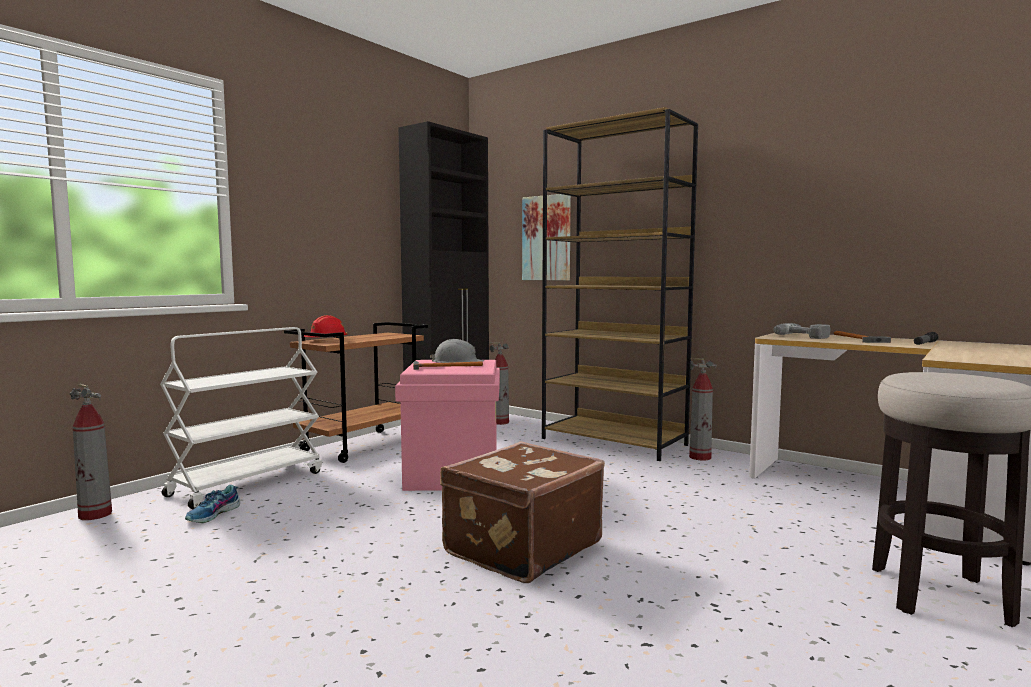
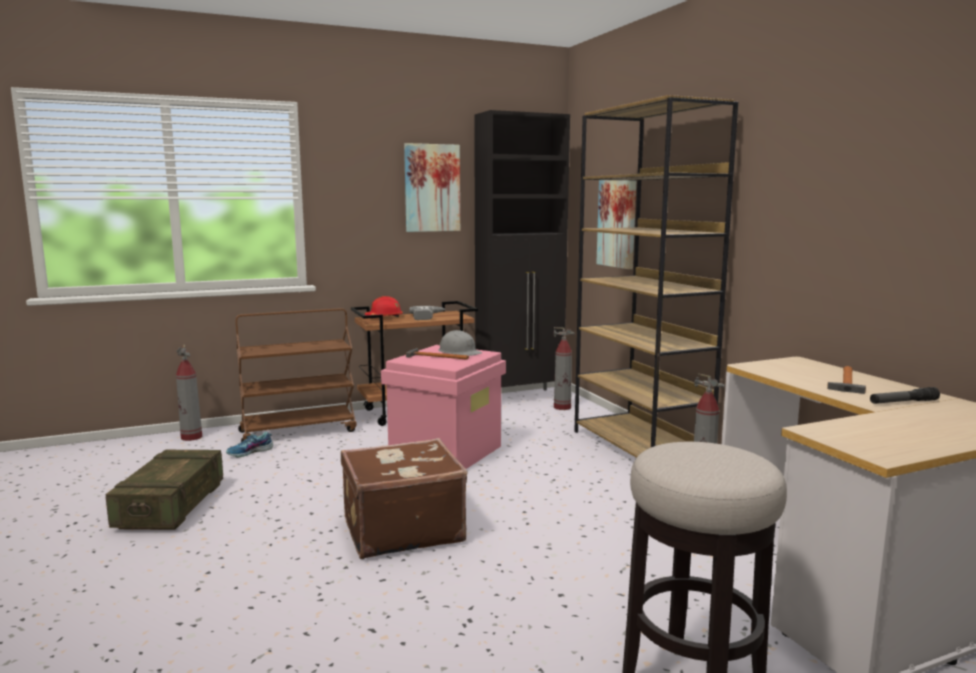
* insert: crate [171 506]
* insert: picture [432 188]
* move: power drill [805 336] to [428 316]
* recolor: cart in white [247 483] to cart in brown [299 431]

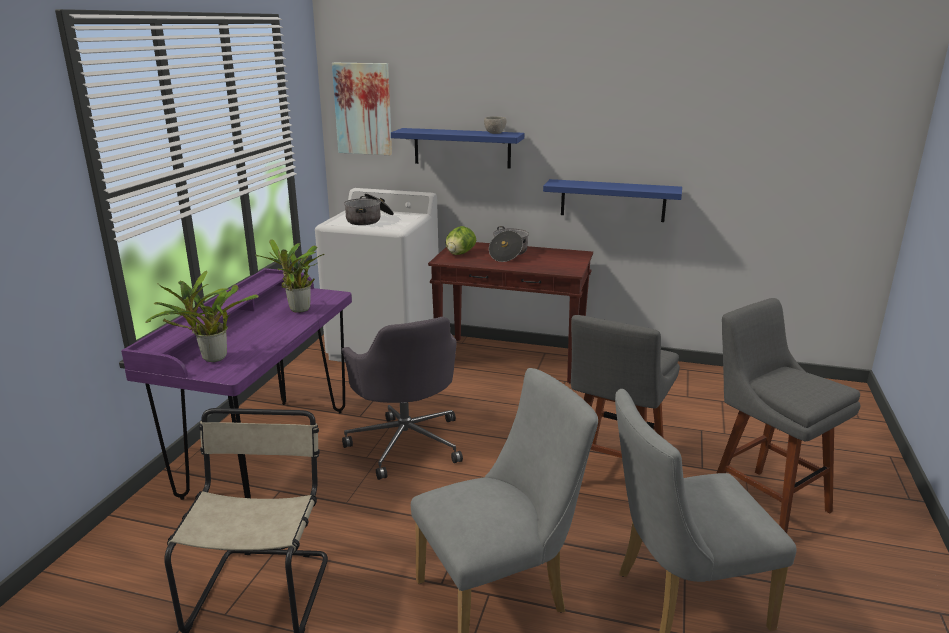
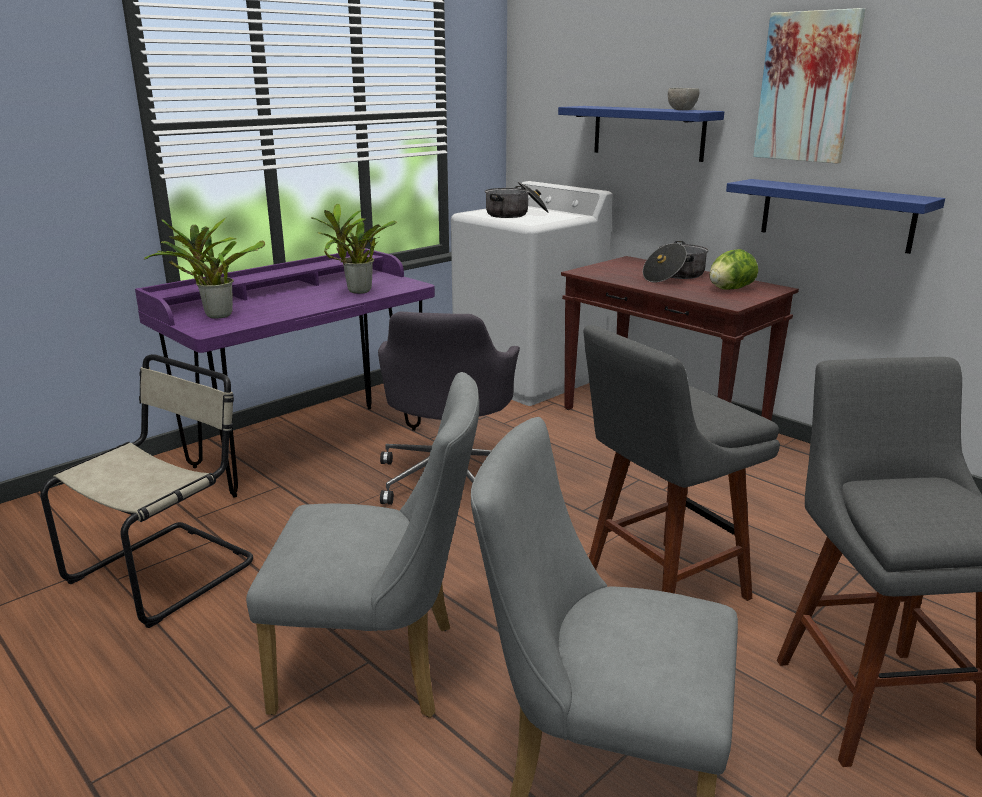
* move: picture [363 109] to [807 87]
* move: lettuce [460 254] to [730 289]

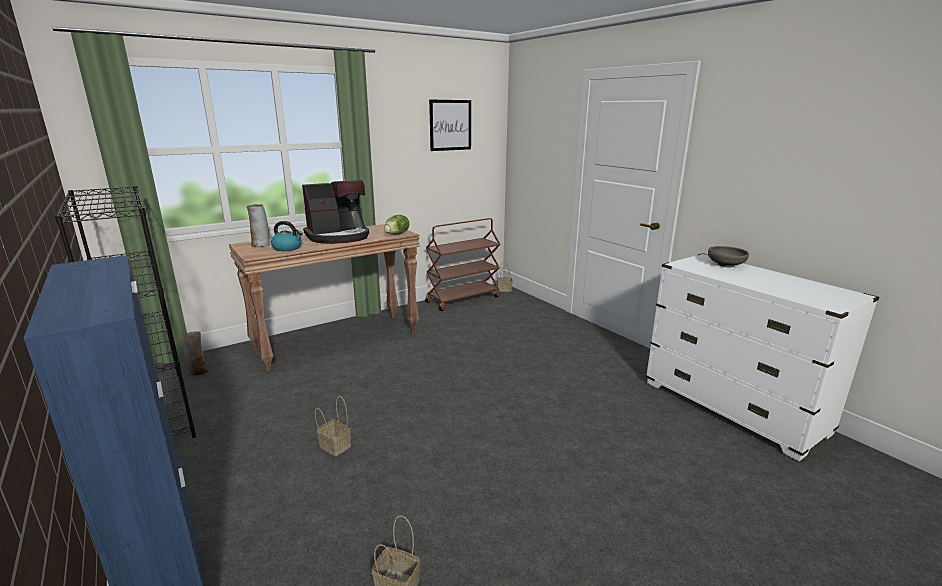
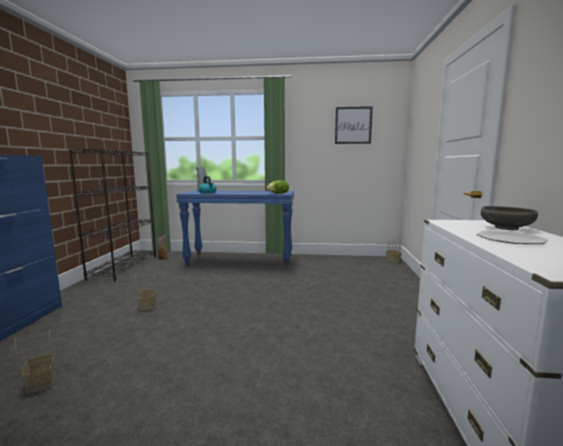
* delete: coffee machine [338 237]
* delete: cart in brown [463 299]
* insert: plate [510 239]
* recolor: console table in brown [338 340] to console table in blue [240 261]

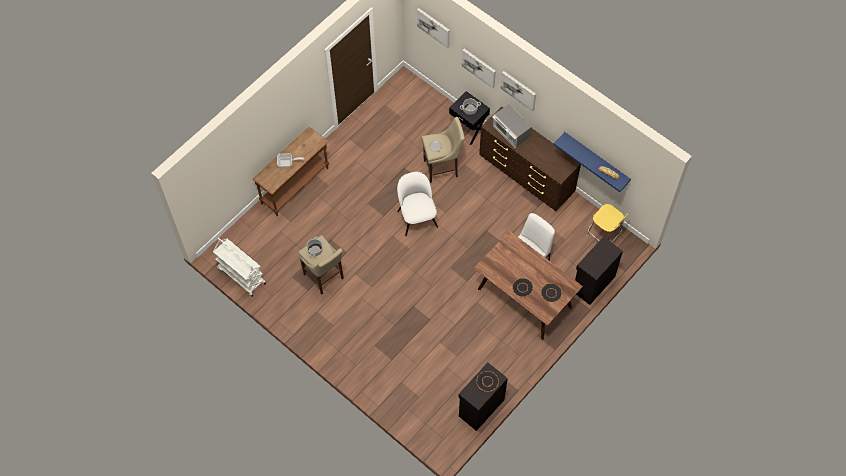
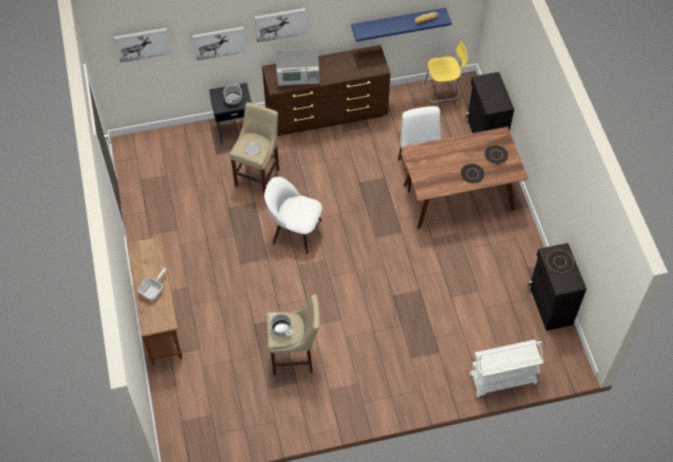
* move: cart in white [241 276] to [502 380]

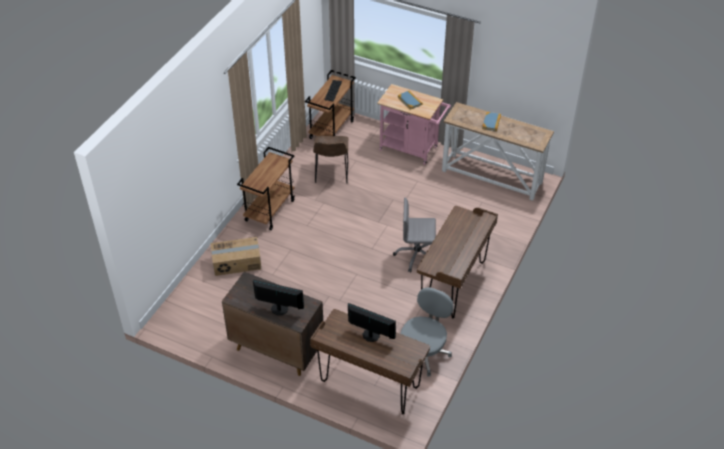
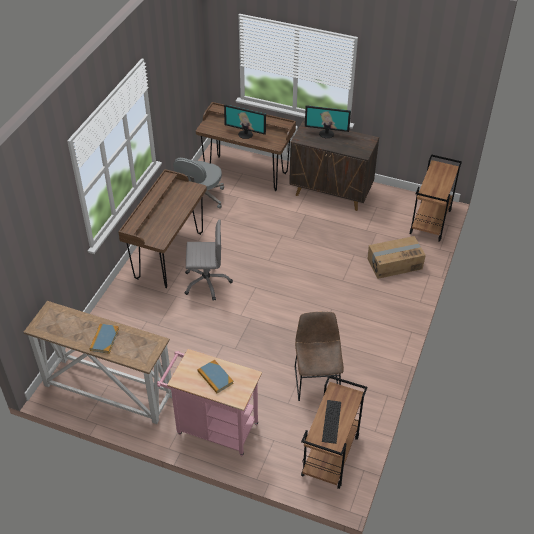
* move: cart in brown [269 210] to [430 222]

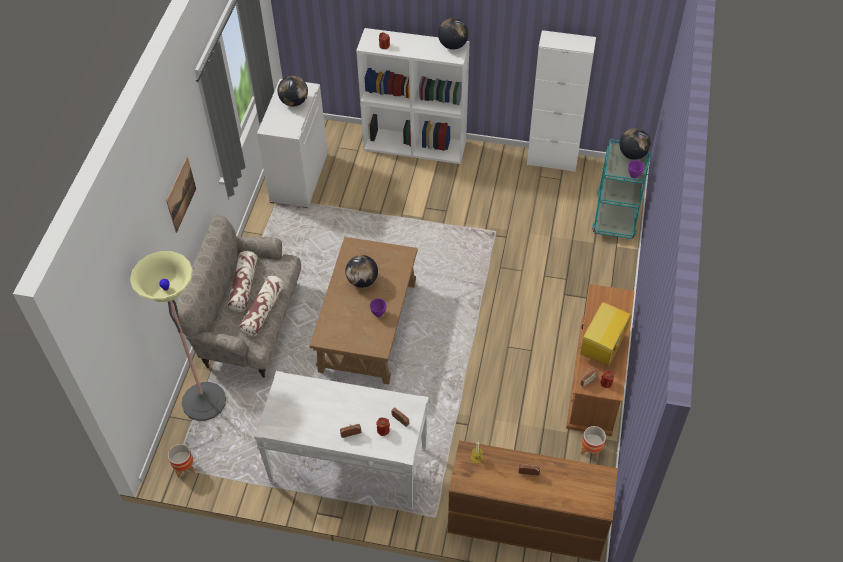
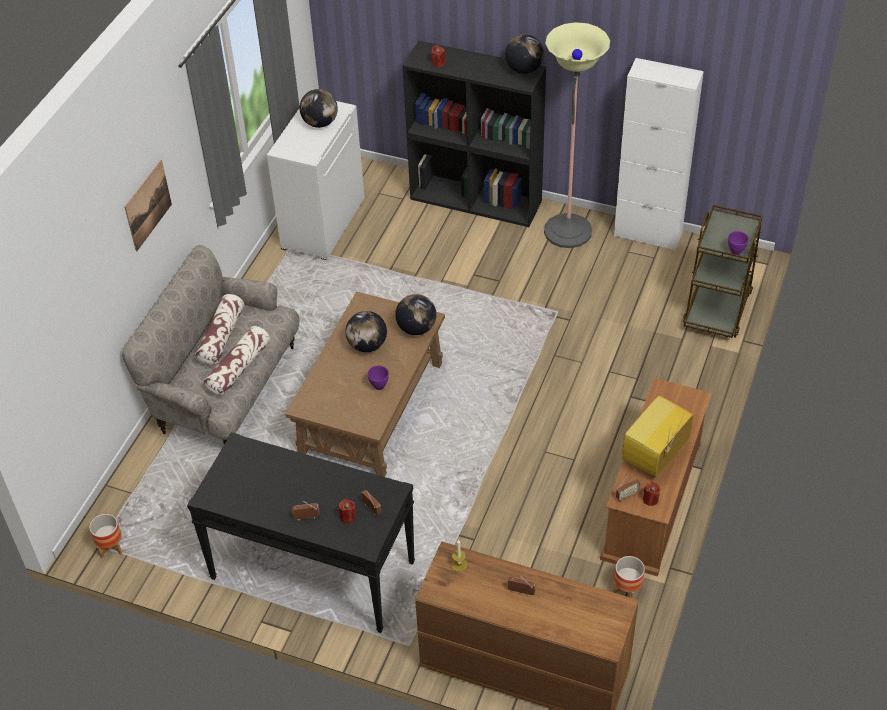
* move: floor lamp [204 402] to [568 231]
* move: globe [632 154] to [416 328]
* recolor: console table in white [348 466] to console table in black [312 571]
* recolor: bookcase in white [416 145] to bookcase in black [477 200]
* recolor: cart in turquoise [615 215] to cart in brown [717 308]

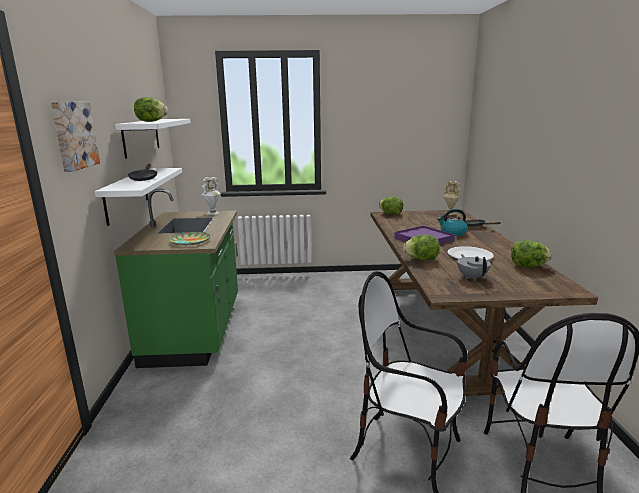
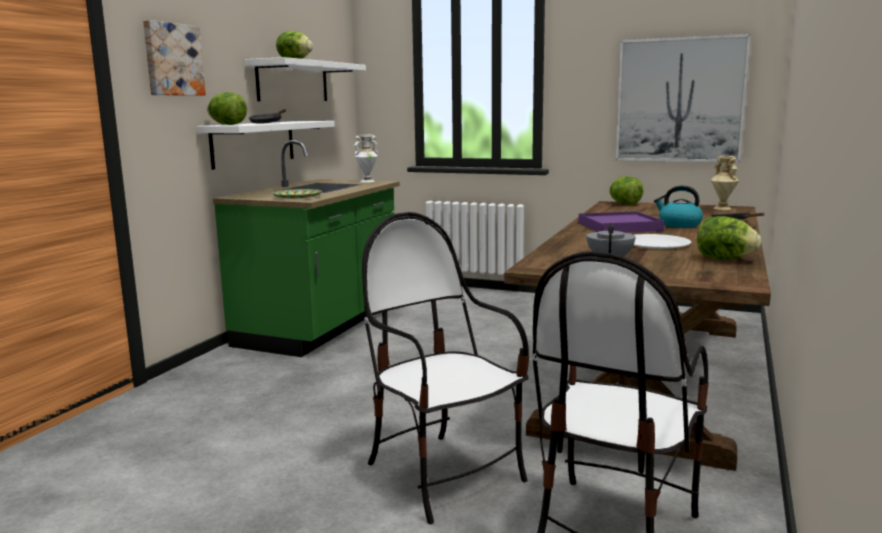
* insert: picture [680 100]
* move: lettuce [421 259] to [227 125]

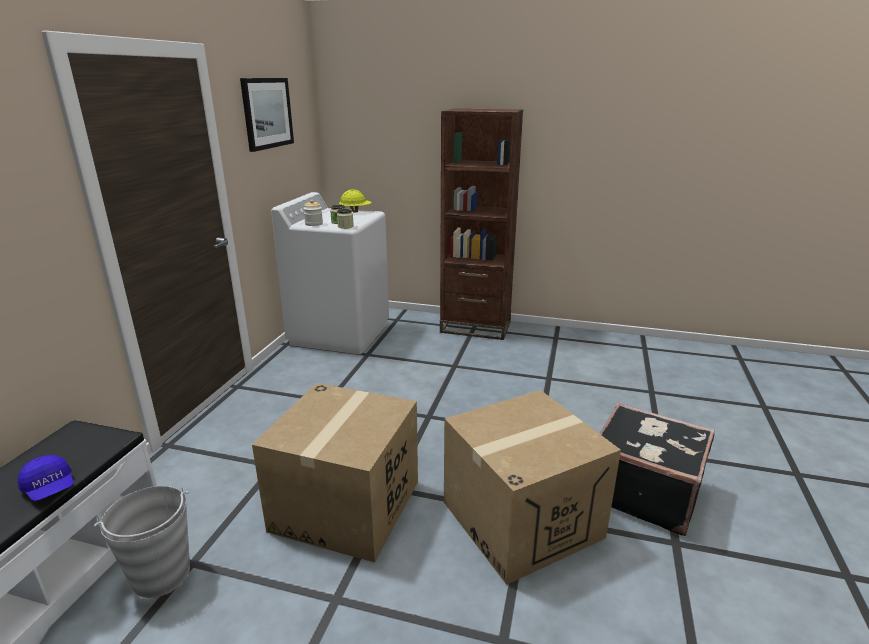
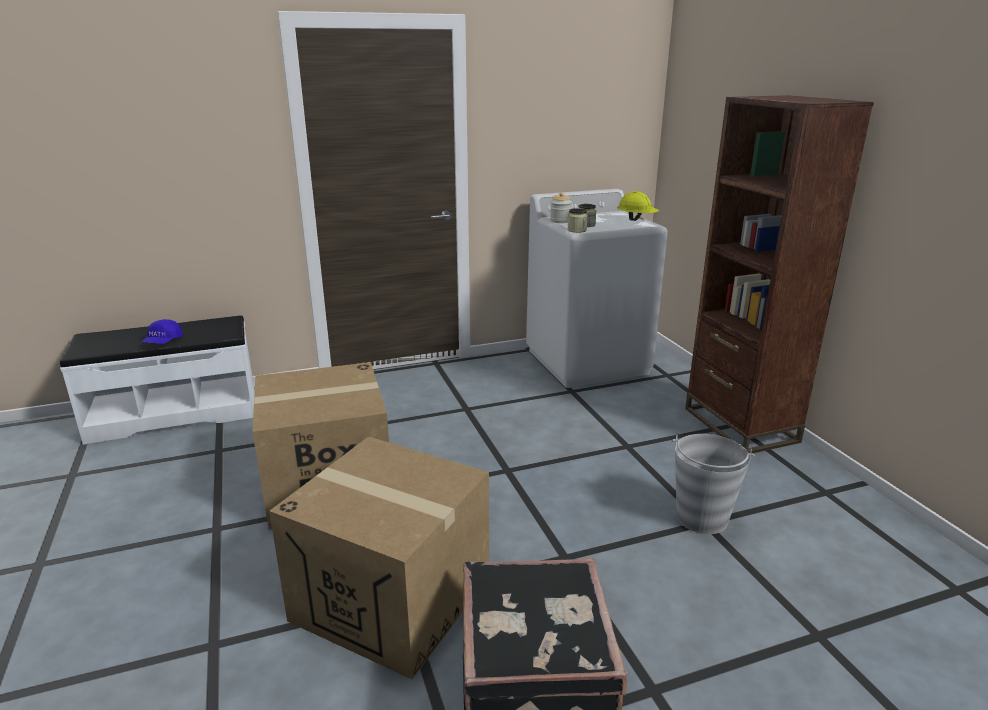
* delete: picture [267 113]
* move: bucket in grey [161 576] to [701 518]

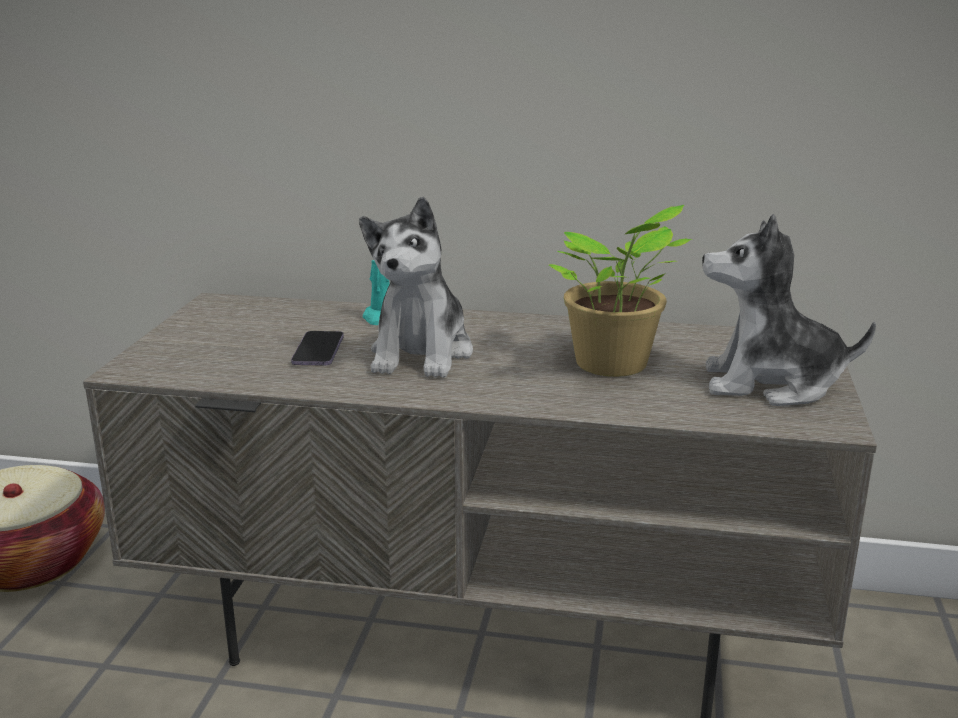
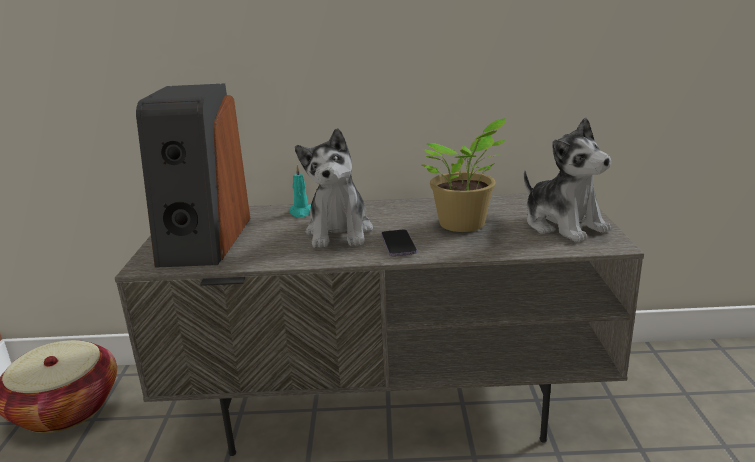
* insert: speaker [204 240]
* move: phone [318 351] to [398 244]
* rotate: plush toy [770 384] = [563 225] 120 degrees counterclockwise

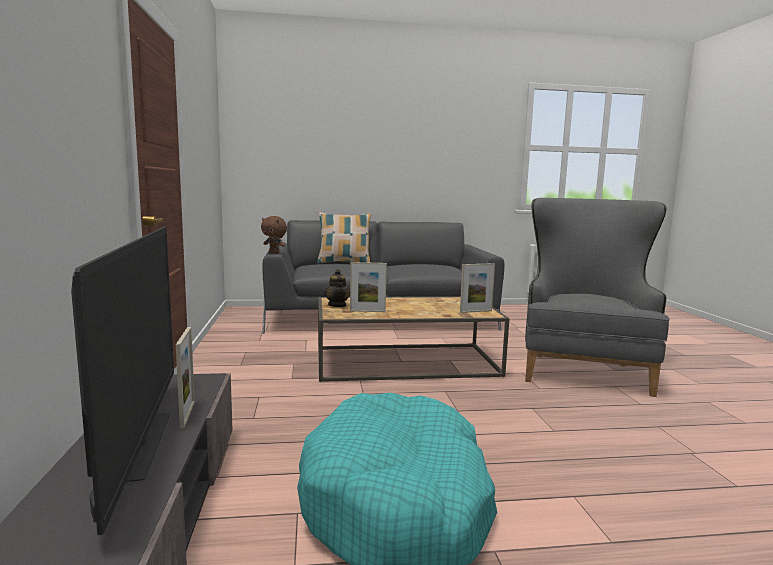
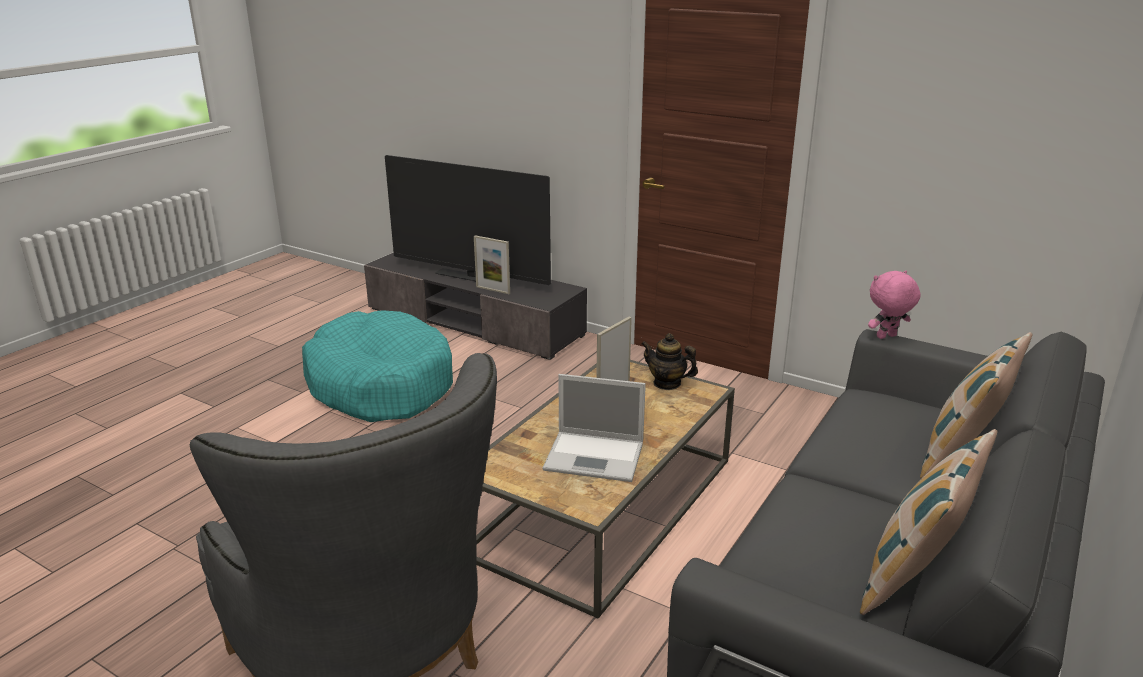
* delete: picture frame [476 311]
* insert: laptop [596 456]
* insert: pillow [913 581]
* recolor: plush toy in brown [274 253] to plush toy in pink [887 337]

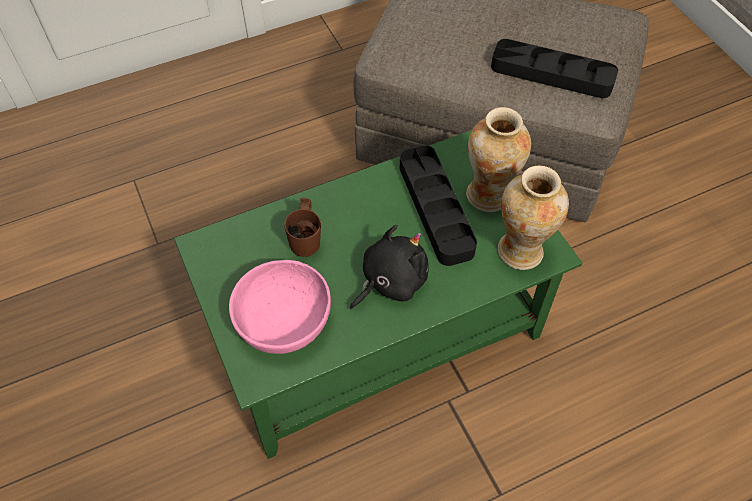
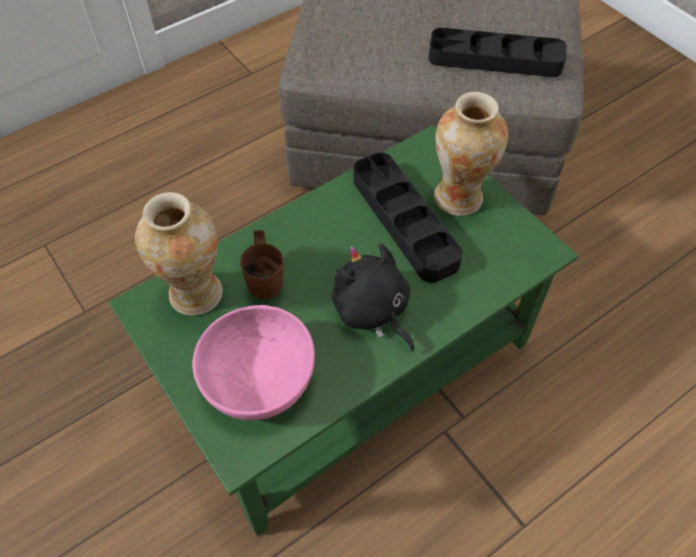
* move: vase [520 252] to [196 294]
* rotate: plush toy in black [390 281] = [373 311] 75 degrees counterclockwise

